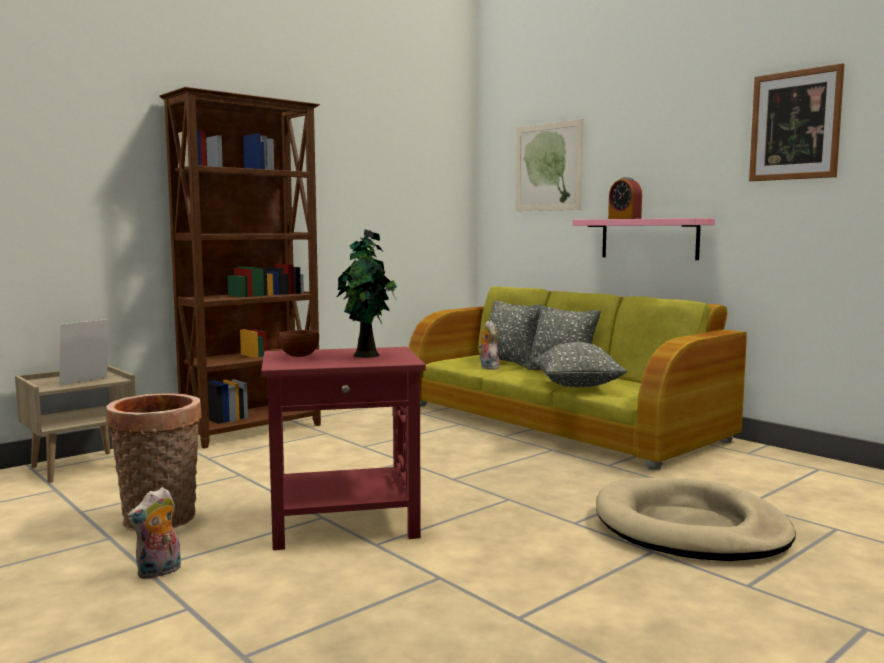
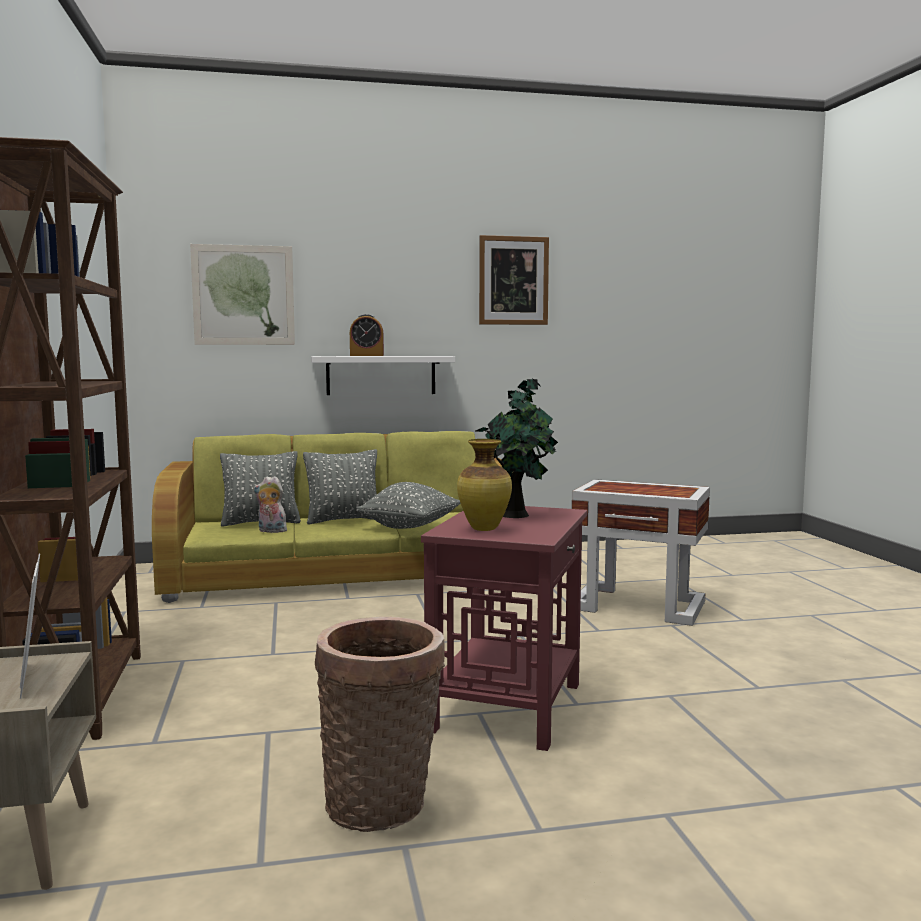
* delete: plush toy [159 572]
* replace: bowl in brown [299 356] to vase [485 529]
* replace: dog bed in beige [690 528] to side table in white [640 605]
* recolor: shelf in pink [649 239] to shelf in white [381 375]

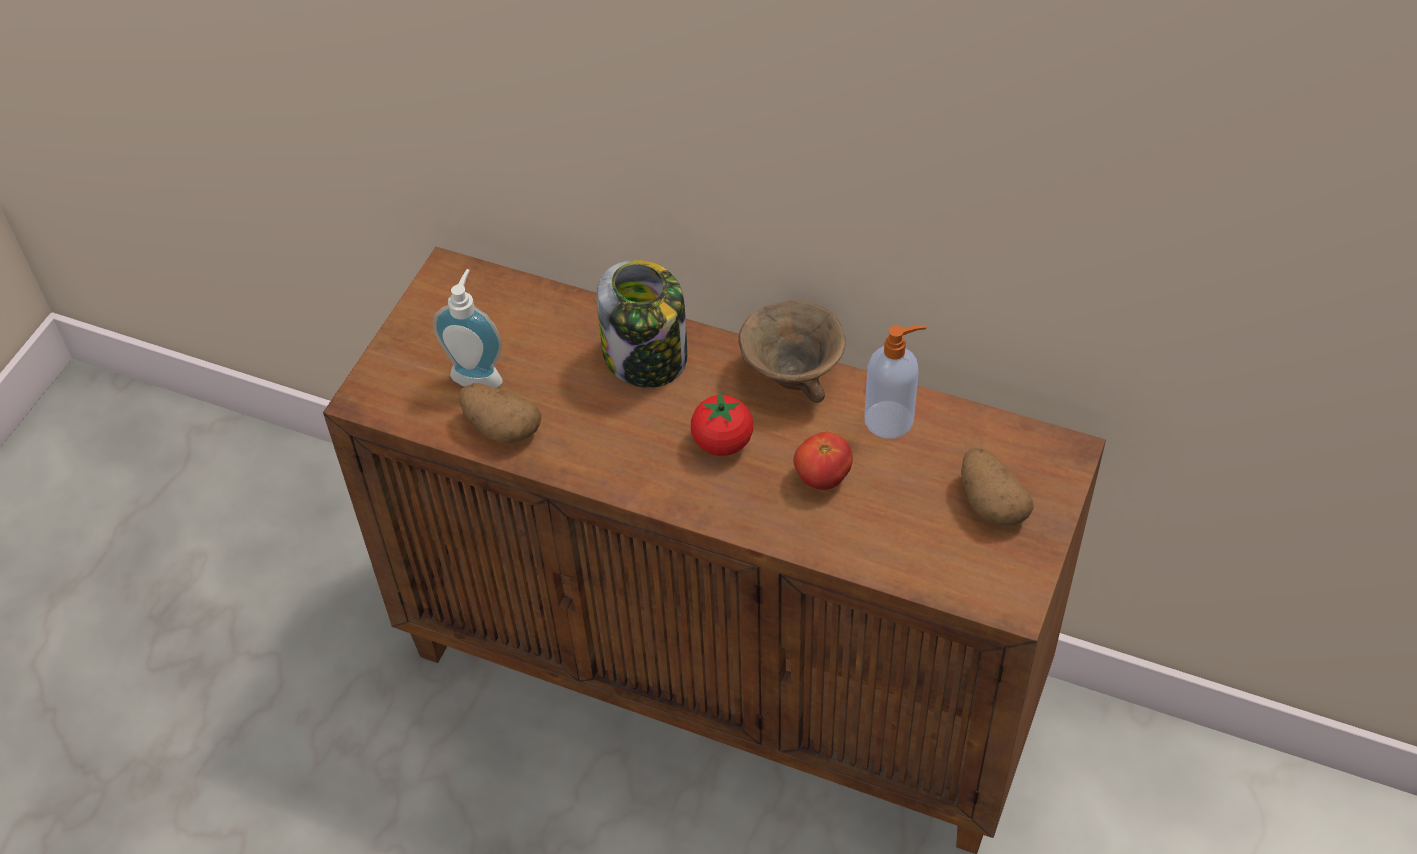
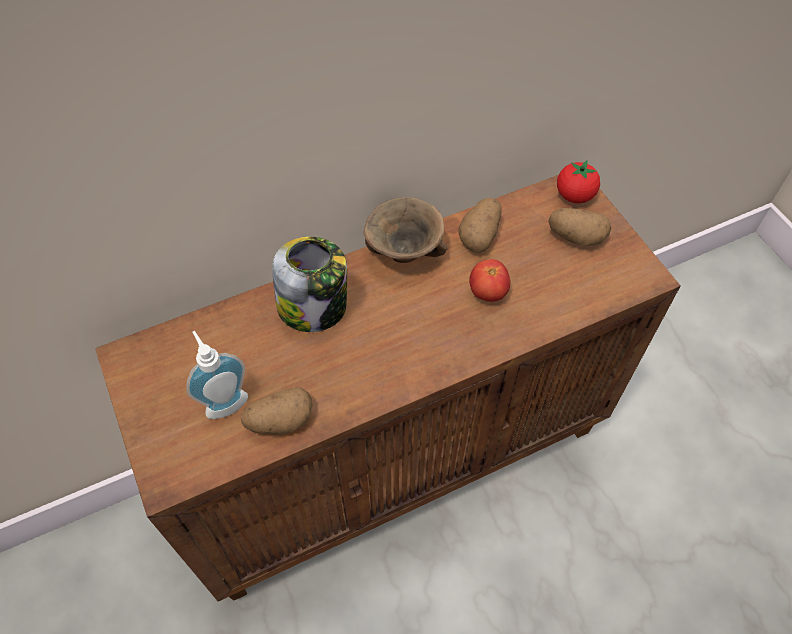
* move: tomato [722 442] to [574 195]
* replace: soap dispenser [891 419] to potato [480 235]

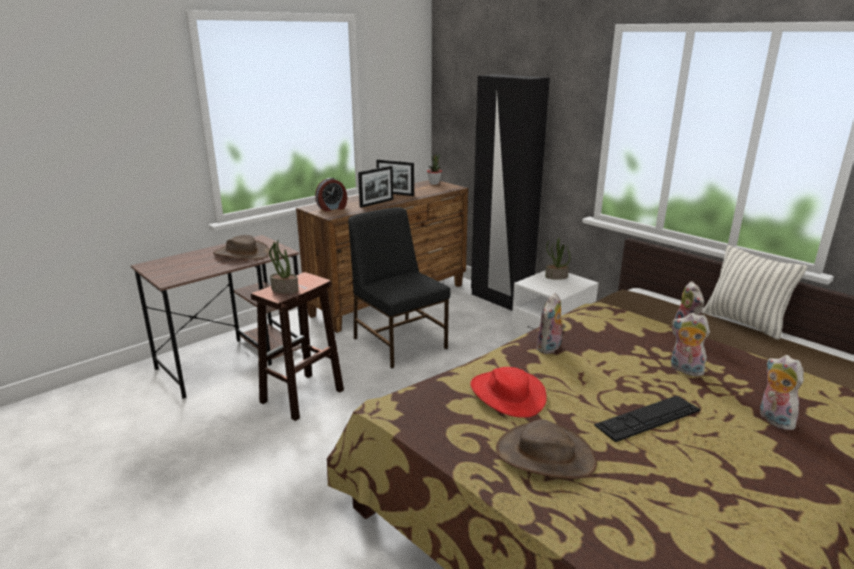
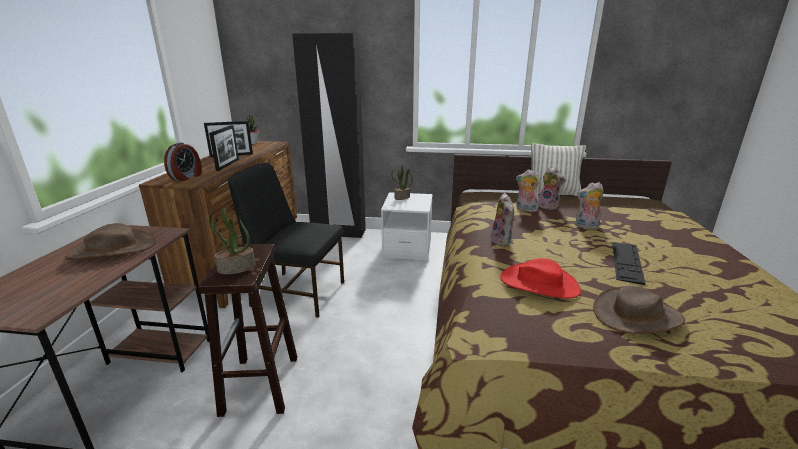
* move: plush toy [773 419] to [525 209]

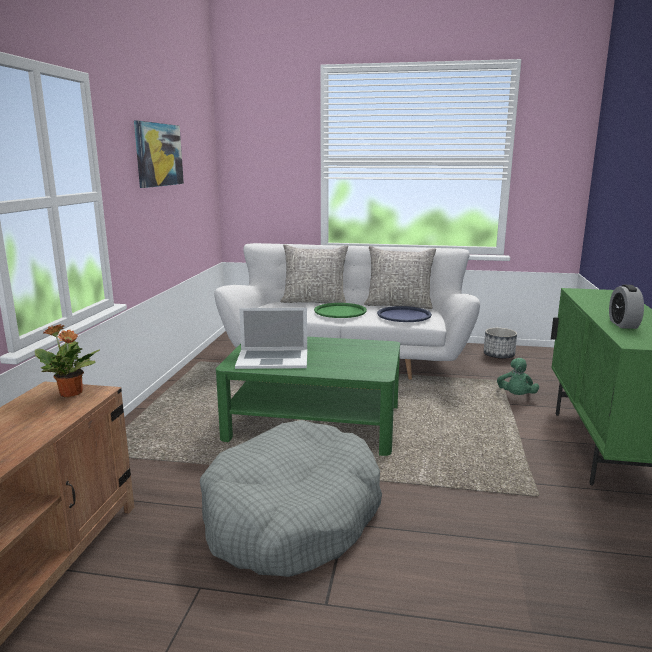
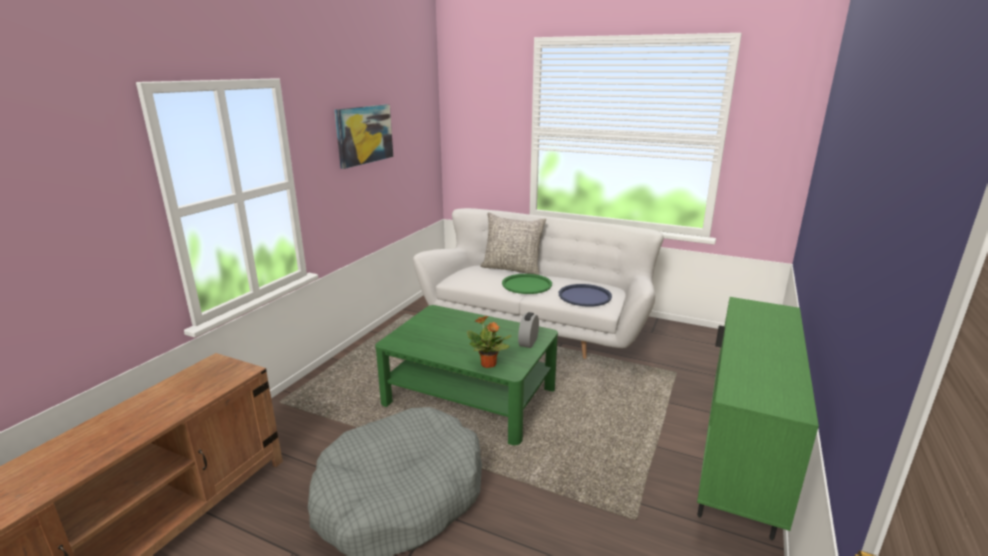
* delete: laptop [272 359]
* delete: pillow in grey [398 305]
* delete: planter [499 355]
* delete: plush toy in green [516 396]
* move: potted plant [71 393] to [488 364]
* move: alarm clock [623 324] to [528 342]

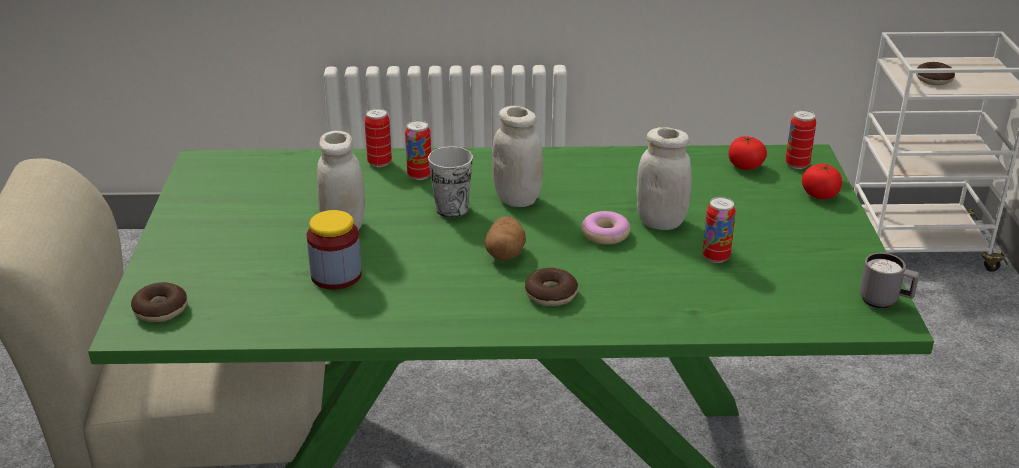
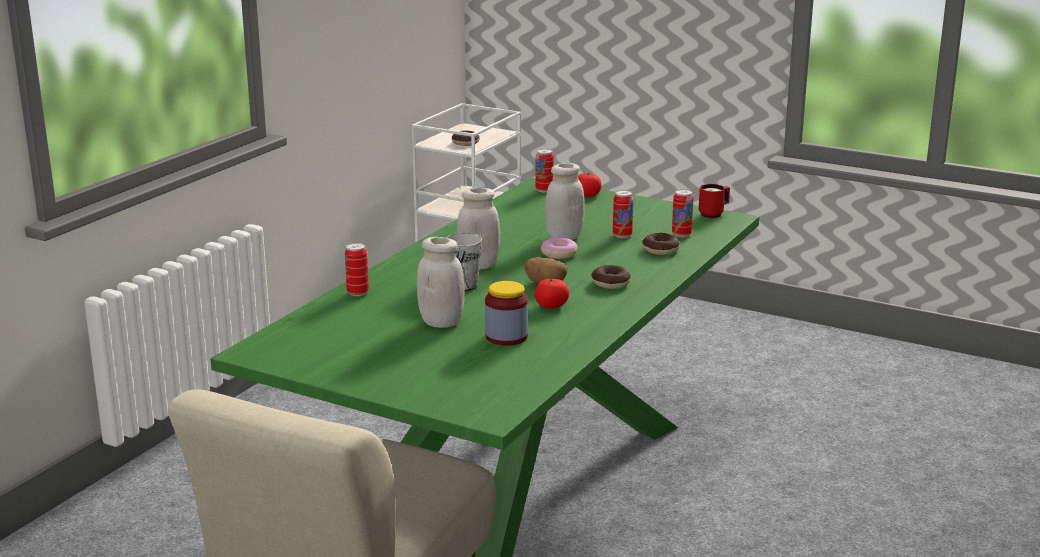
* move: donut [160 310] to [660 250]
* move: can [419 175] to [681 234]
* move: tomato [745 166] to [551 306]
* recolor: mug in grey [884 302] to mug in red [714 214]

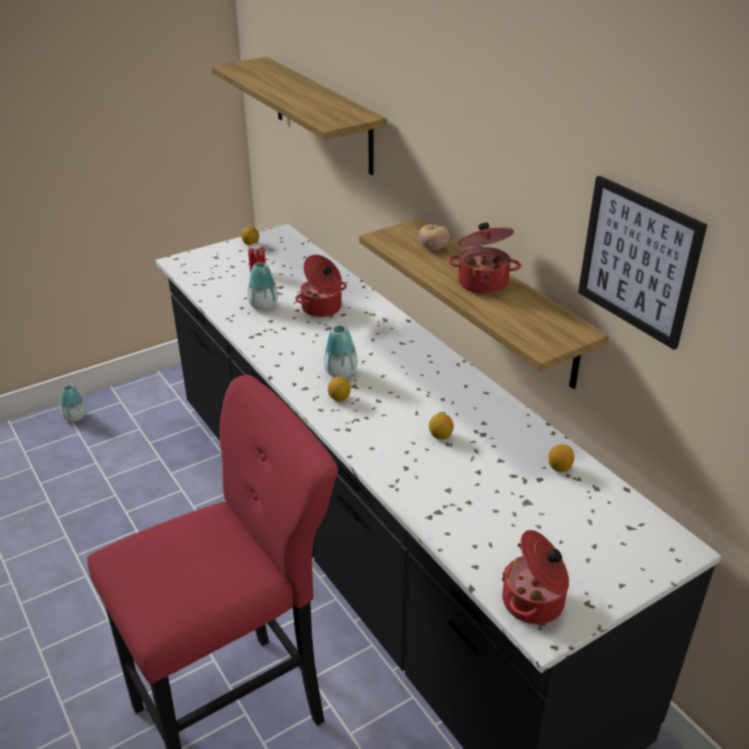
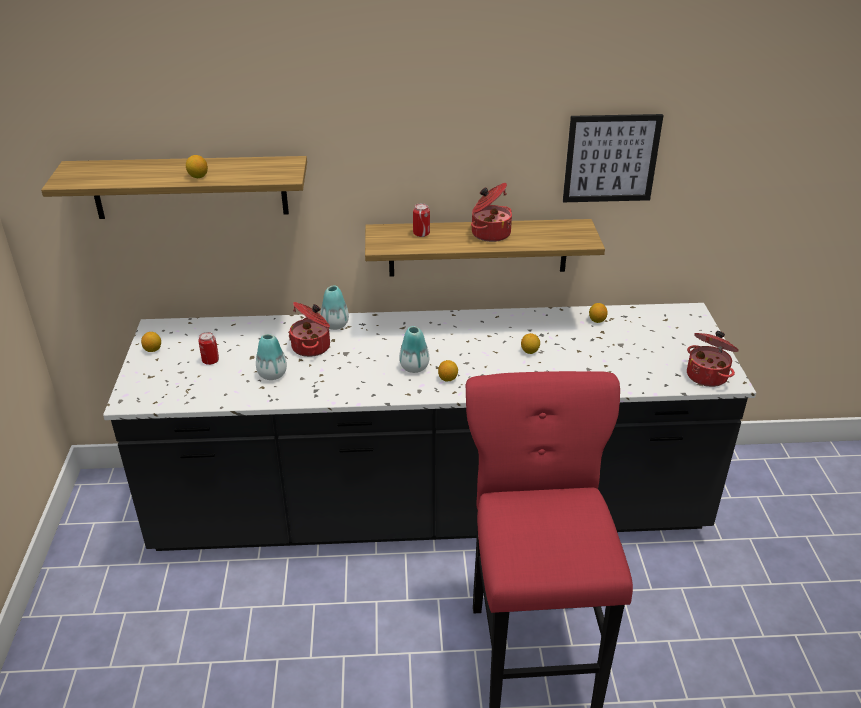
* insert: lemon [198 176]
* move: vase [75 417] to [335 325]
* replace: tomato [433 248] to can [421 234]

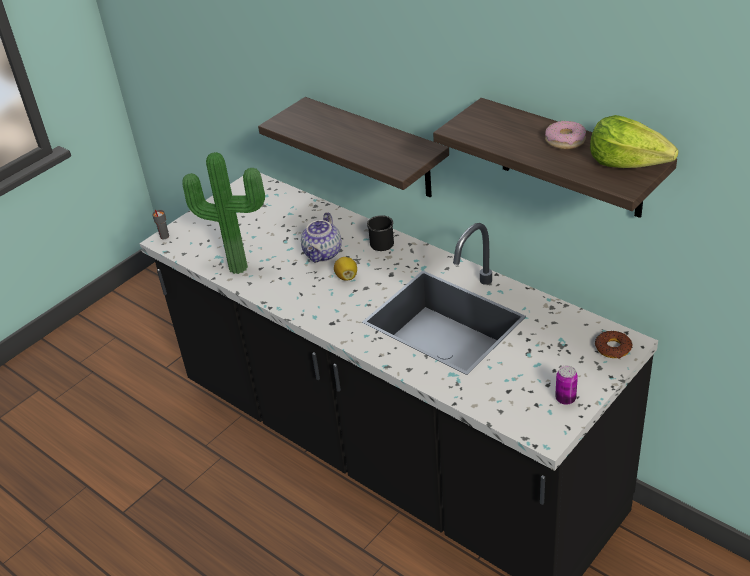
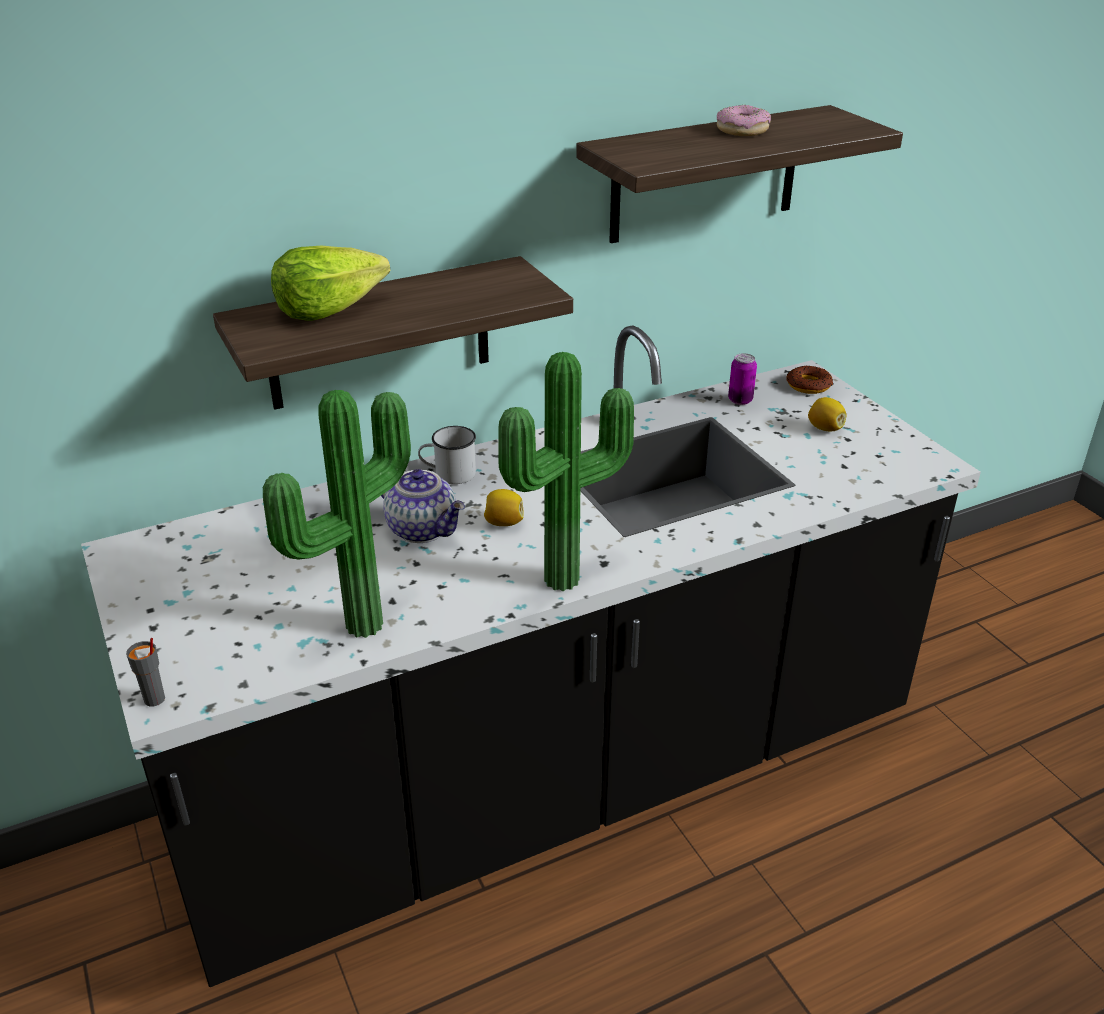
* insert: potted plant [567 583]
* insert: lemon [825 428]
* move: can [565 399] to [740 400]
* move: lettuce [628 163] to [329 309]
* recolor: mug in black [380 242] to mug in white [448 474]

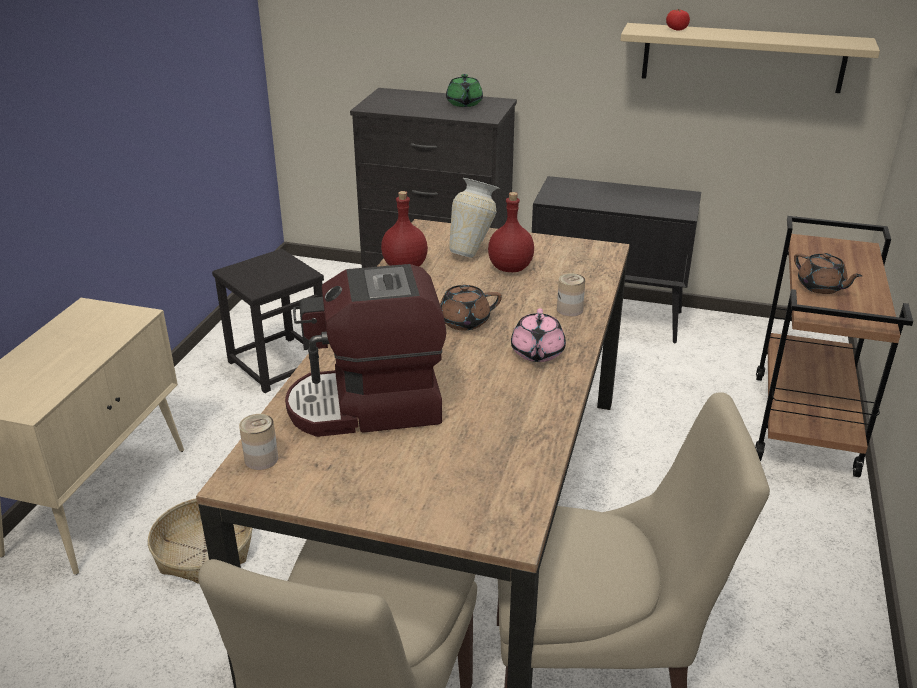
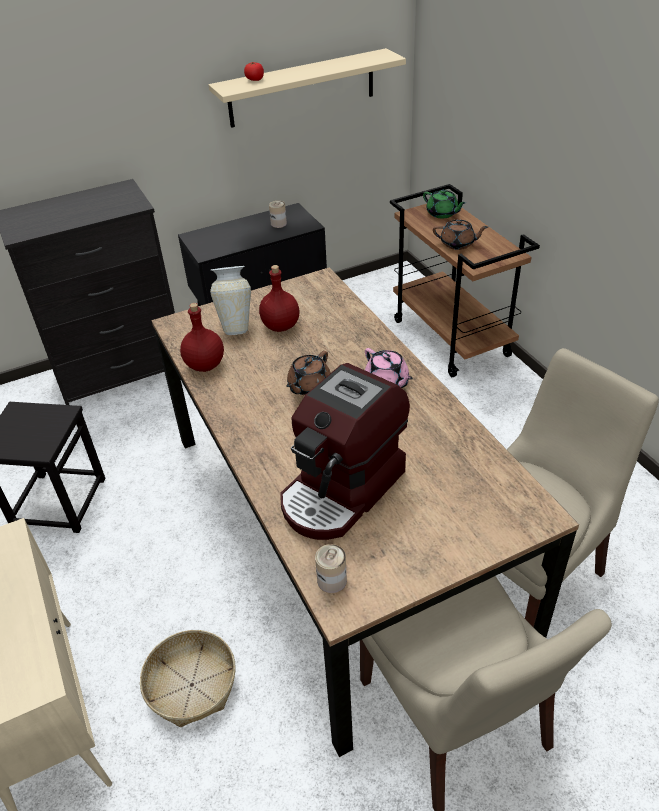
* move: teapot in green [464 103] to [442 213]
* move: can [569 310] to [278 224]

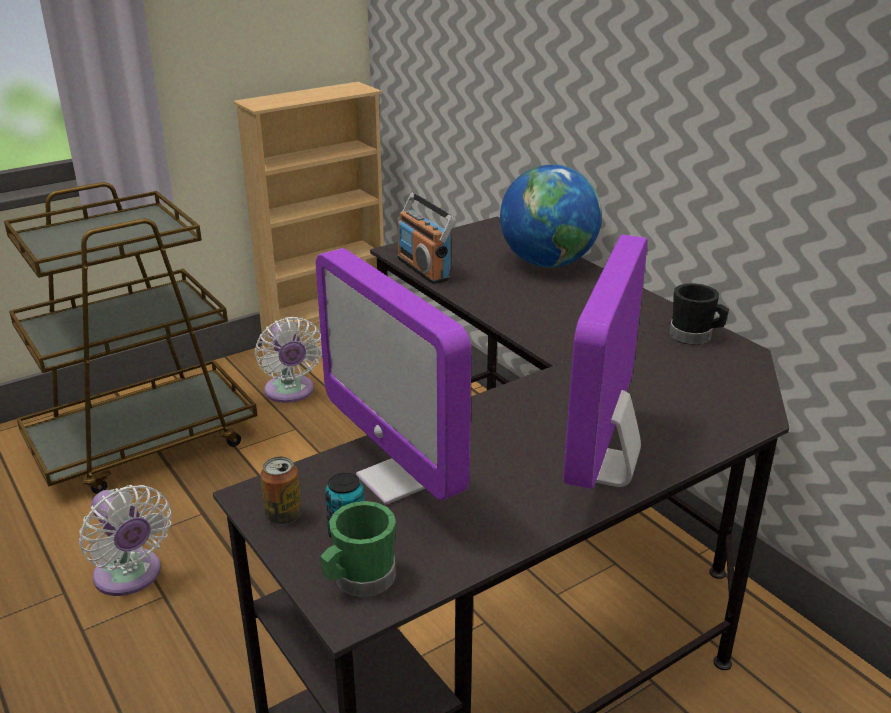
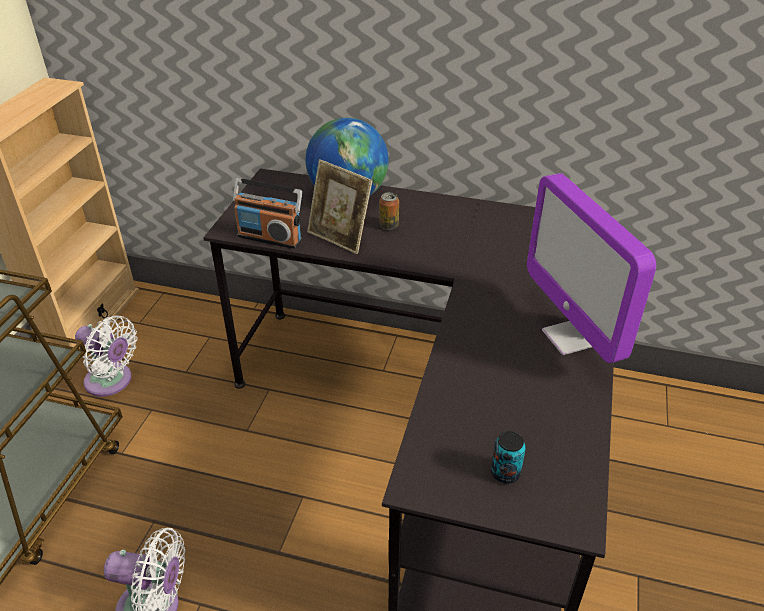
* delete: monitor [398 479]
* delete: mug in green [359 580]
* delete: mug in black [695 336]
* insert: picture frame [339 238]
* move: can [283 515] to [389 225]

